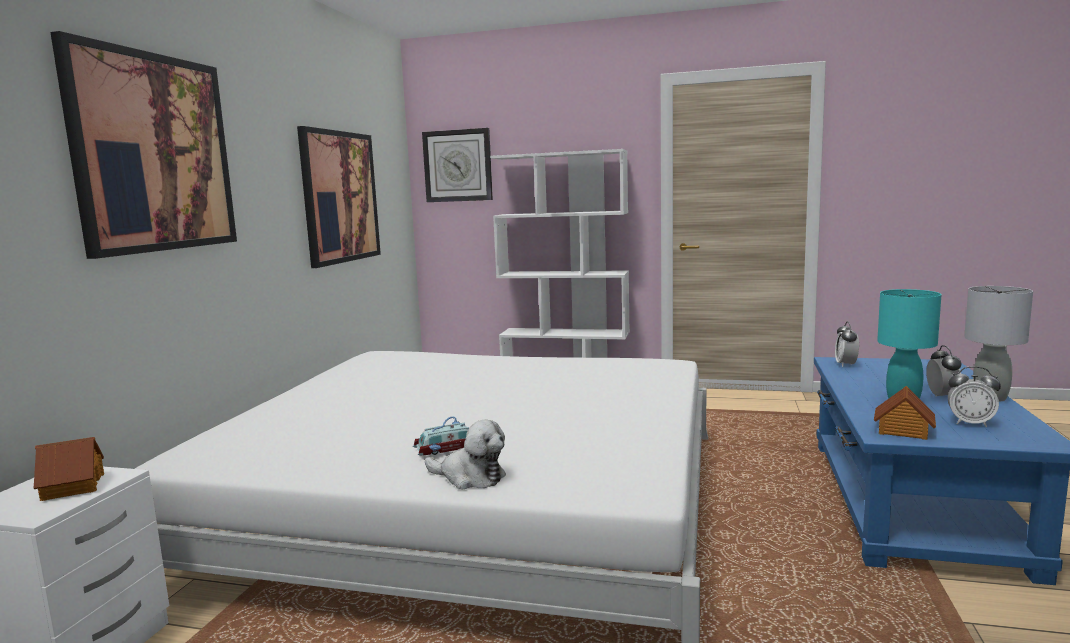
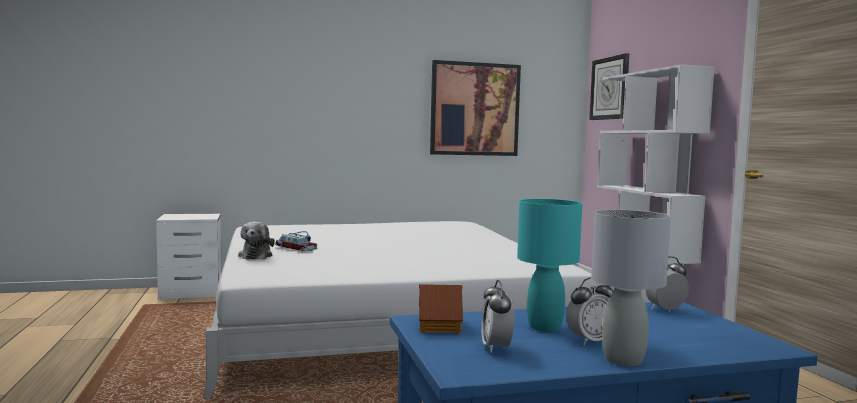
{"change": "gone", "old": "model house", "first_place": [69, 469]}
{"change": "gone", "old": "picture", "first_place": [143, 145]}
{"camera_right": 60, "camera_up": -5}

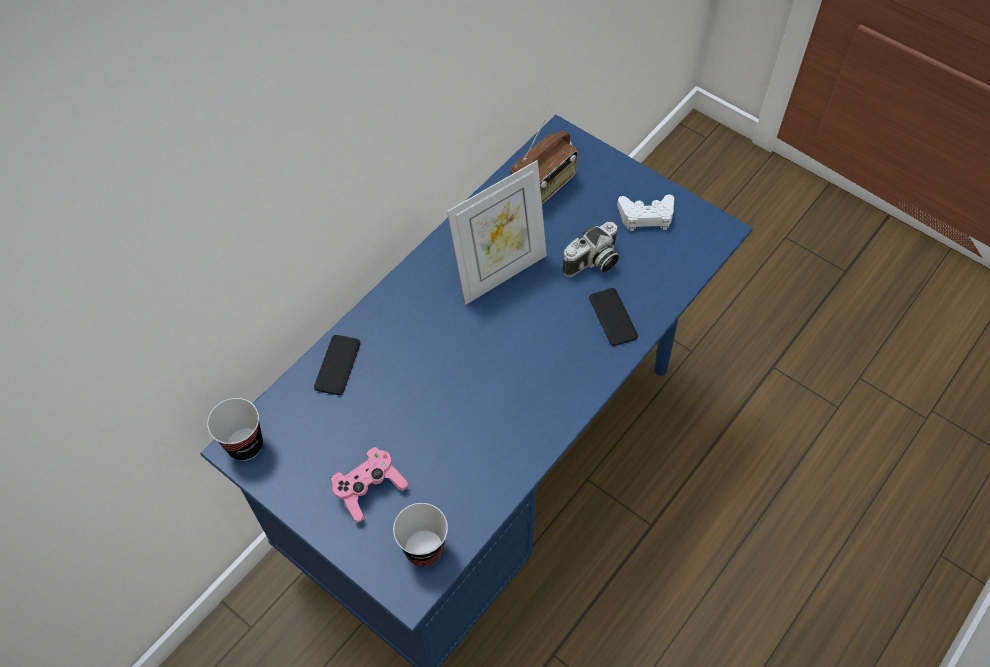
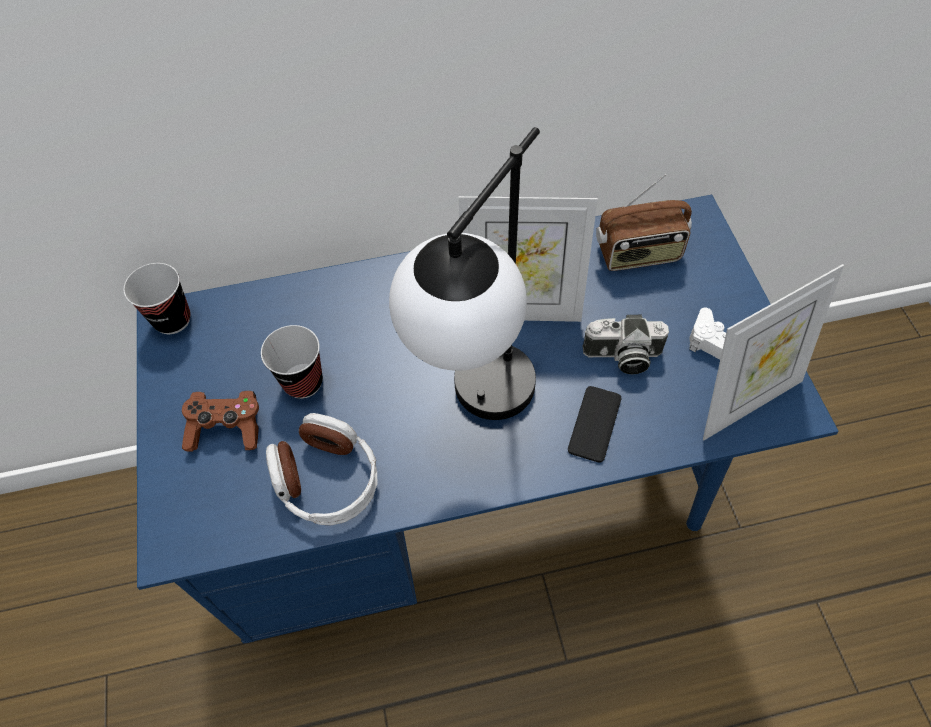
{"change": "repainted", "old": "pinkish game controller", "new": "brown game controller", "first_place": [369, 485], "second_place": [220, 421]}
{"change": "shifted", "old": "drinking cup", "first_place": [420, 535], "second_place": [292, 362]}
{"change": "new", "new": "headset", "second_place": [321, 469]}
{"change": "new", "new": "tabletop lamp", "second_place": [464, 273]}
{"change": "new", "new": "standing frame", "second_place": [773, 352]}
{"change": "gone", "old": "telephone", "first_place": [337, 365]}
{"camera_right": 40, "camera_up": 0}

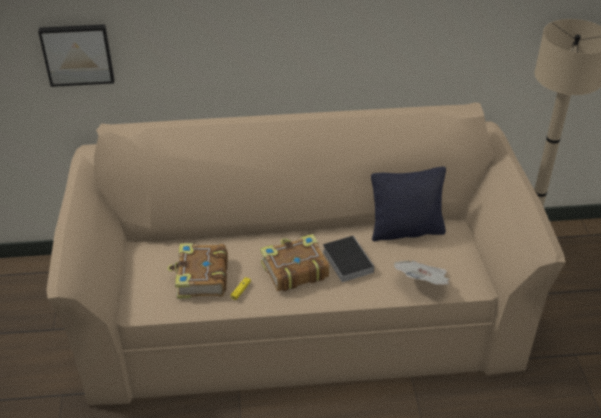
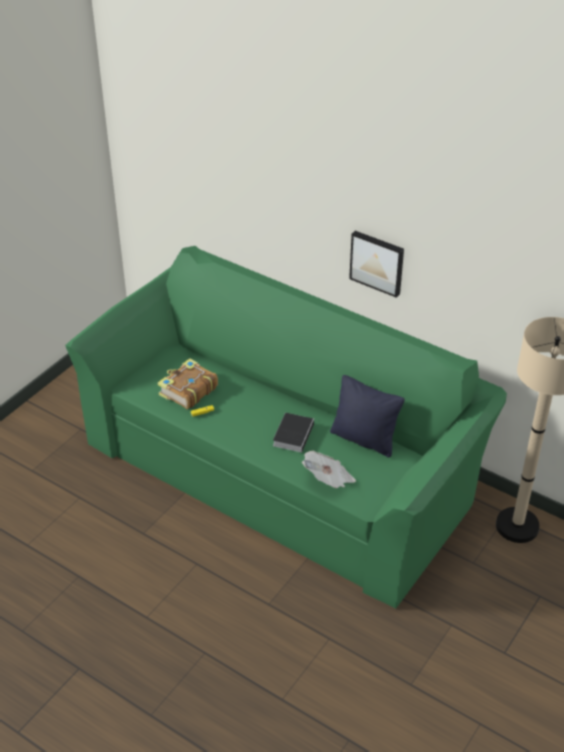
{"change": "repainted", "old": "beige settee", "new": "green-coloured settee", "first_place": [306, 253], "second_place": [286, 427]}
{"change": "shifted", "old": "picture", "first_place": [76, 55], "second_place": [376, 264]}
{"change": "gone", "old": "volume", "first_place": [294, 262]}
{"camera_right": 40, "camera_up": 0}

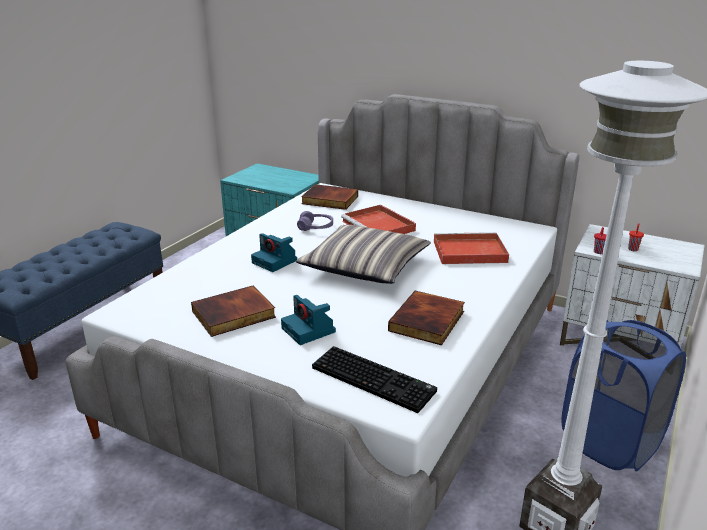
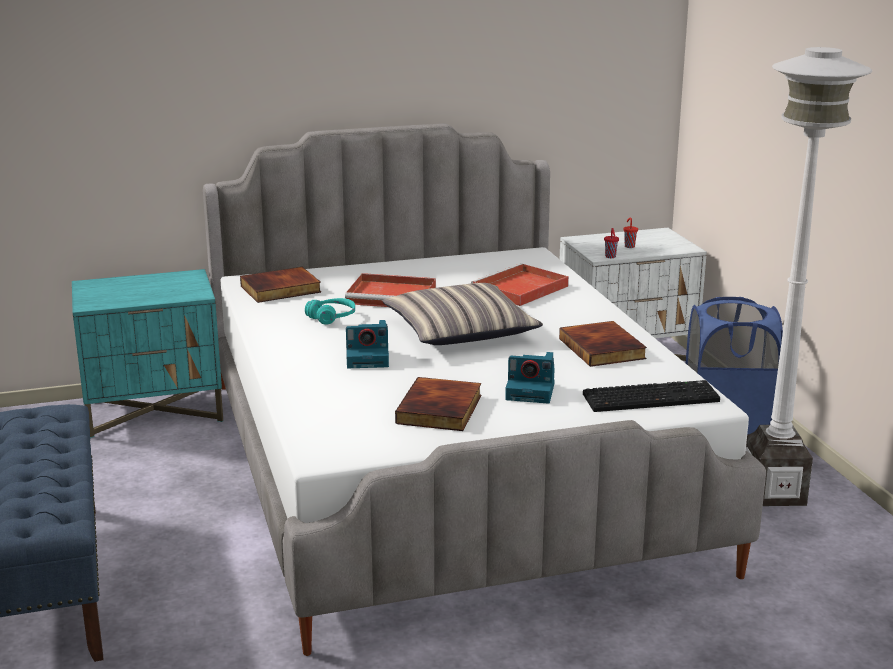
{"change": "repainted", "old": "purple-coloured headset", "new": "turquoise-coloured headset", "first_place": [315, 221], "second_place": [330, 311]}
{"camera_right": -45, "camera_up": -5}

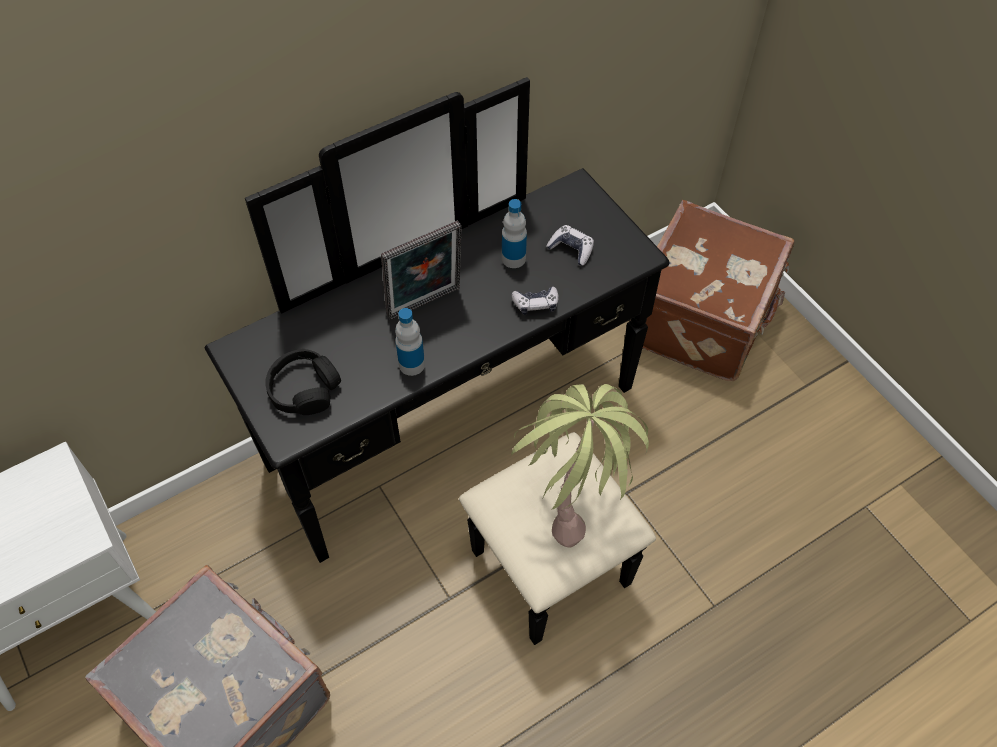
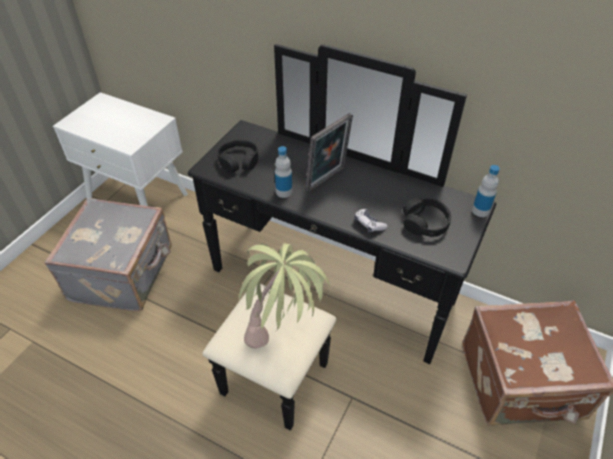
{"change": "rotated", "old": "standing frame", "first_place": [421, 270], "second_place": [329, 152], "degrees": -75}
{"change": "swapped", "old": "game controller", "new": "blackish headset", "first_place": [570, 245], "second_place": [427, 217]}
{"change": "shifted", "old": "bottle", "first_place": [514, 233], "second_place": [486, 191]}
{"camera_right": 60, "camera_up": -10}

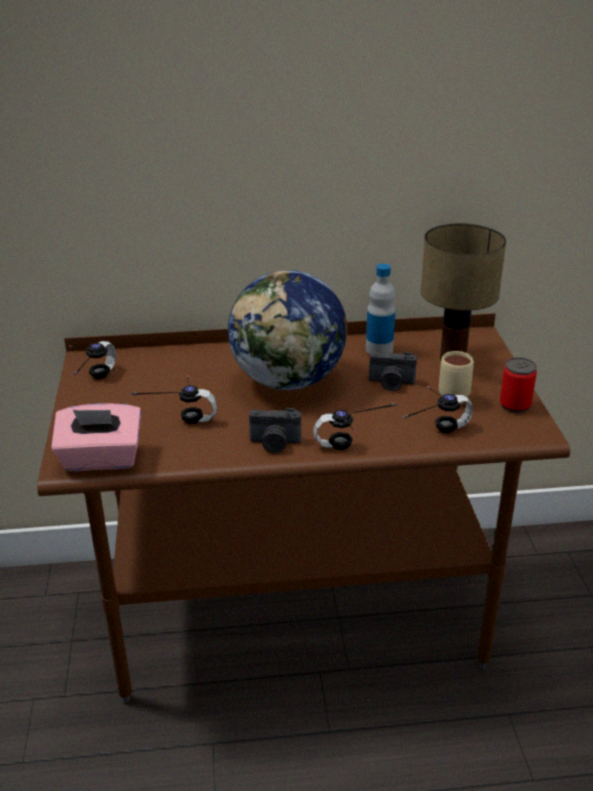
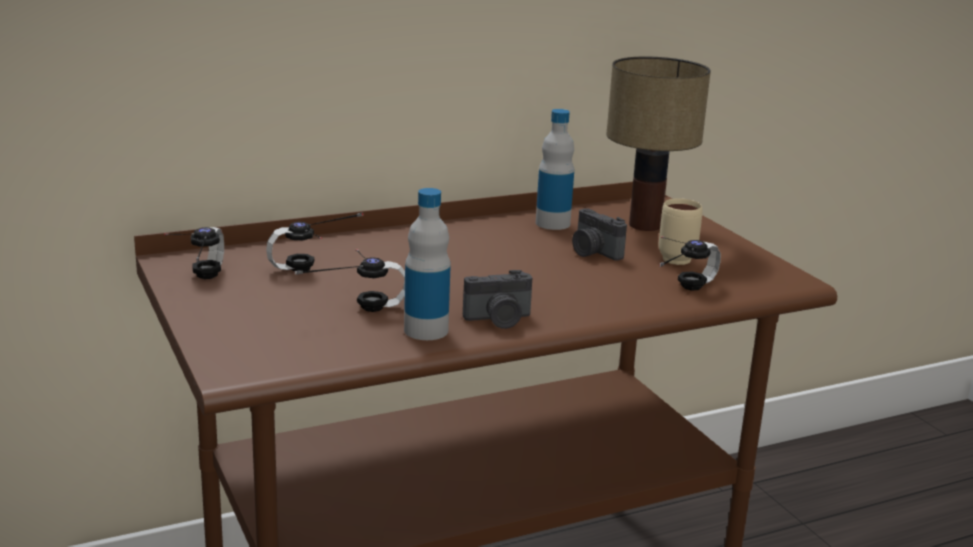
{"change": "shifted", "old": "headset", "first_place": [355, 426], "second_place": [314, 242]}
{"change": "new", "new": "bottle", "second_place": [427, 264]}
{"change": "rotated", "old": "still camera", "first_place": [393, 371], "second_place": [599, 234], "degrees": 60}
{"change": "gone", "old": "pinkish tissue holder", "first_place": [96, 437]}
{"change": "gone", "old": "globe", "first_place": [287, 330]}
{"change": "gone", "old": "can", "first_place": [518, 385]}
{"camera_right": -20, "camera_up": -10}

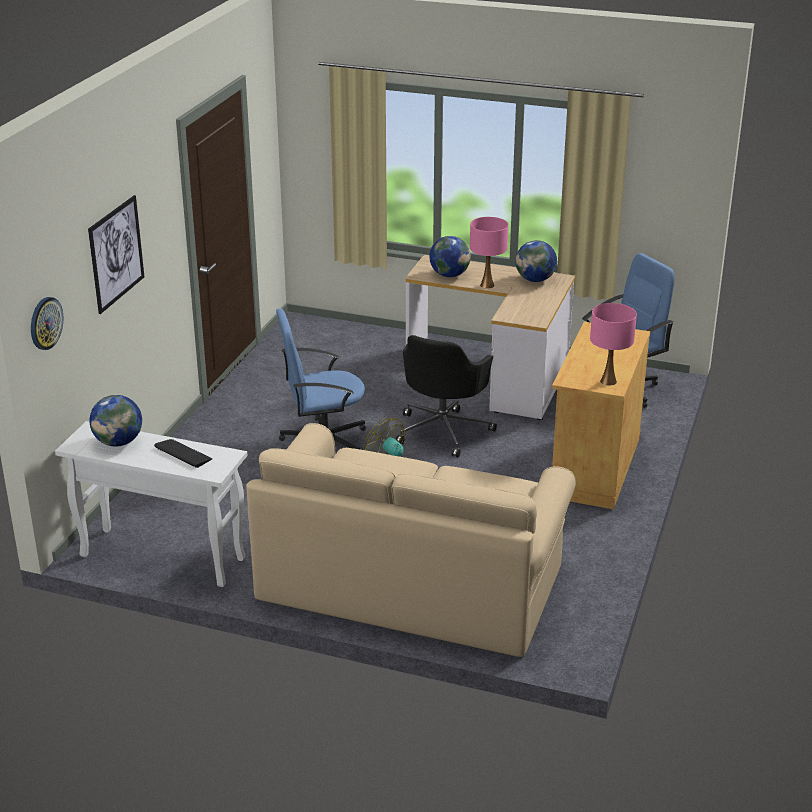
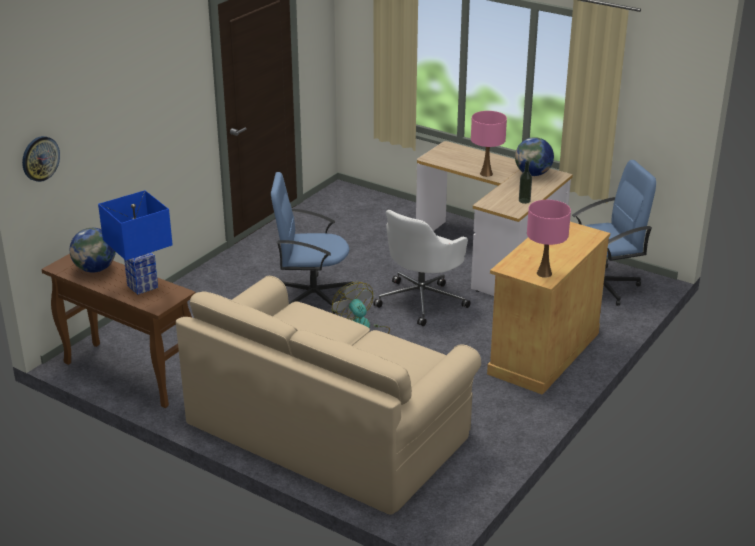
{"change": "repainted", "old": "white-coloured hall table", "new": "brown hall table", "first_place": [151, 504], "second_place": [118, 331]}
{"change": "swapped", "old": "computer keyboard", "new": "blue-coloured tabletop lamp", "first_place": [183, 453], "second_place": [135, 242]}
{"change": "repainted", "old": "blackish office chair", "new": "white-coloured office chair", "first_place": [446, 396], "second_place": [422, 268]}
{"change": "new", "new": "bottle", "second_place": [525, 182]}
{"change": "gone", "old": "picture", "first_place": [116, 254]}
{"change": "gone", "old": "globe", "first_place": [450, 256]}
{"camera_right": 15, "camera_up": 0}

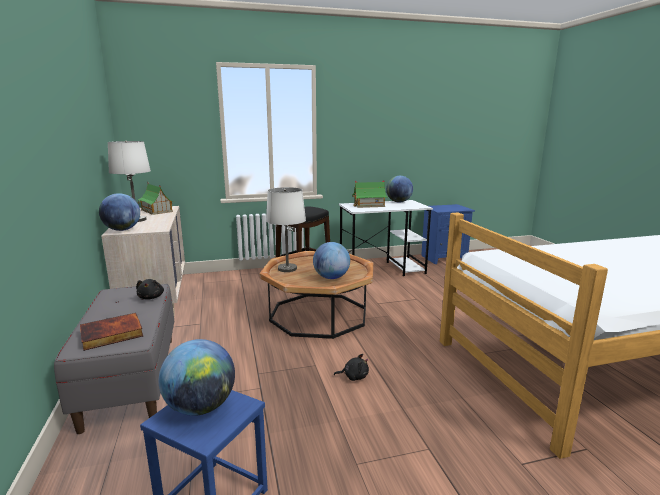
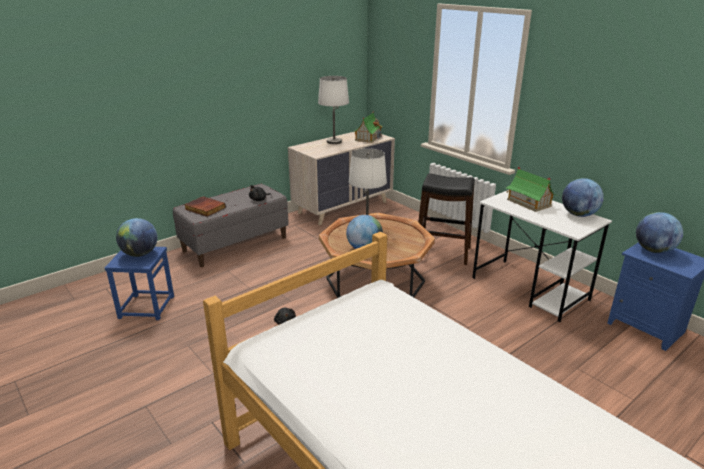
{"change": "shifted", "old": "globe", "first_place": [119, 212], "second_place": [659, 232]}
{"camera_right": 65, "camera_up": 10}

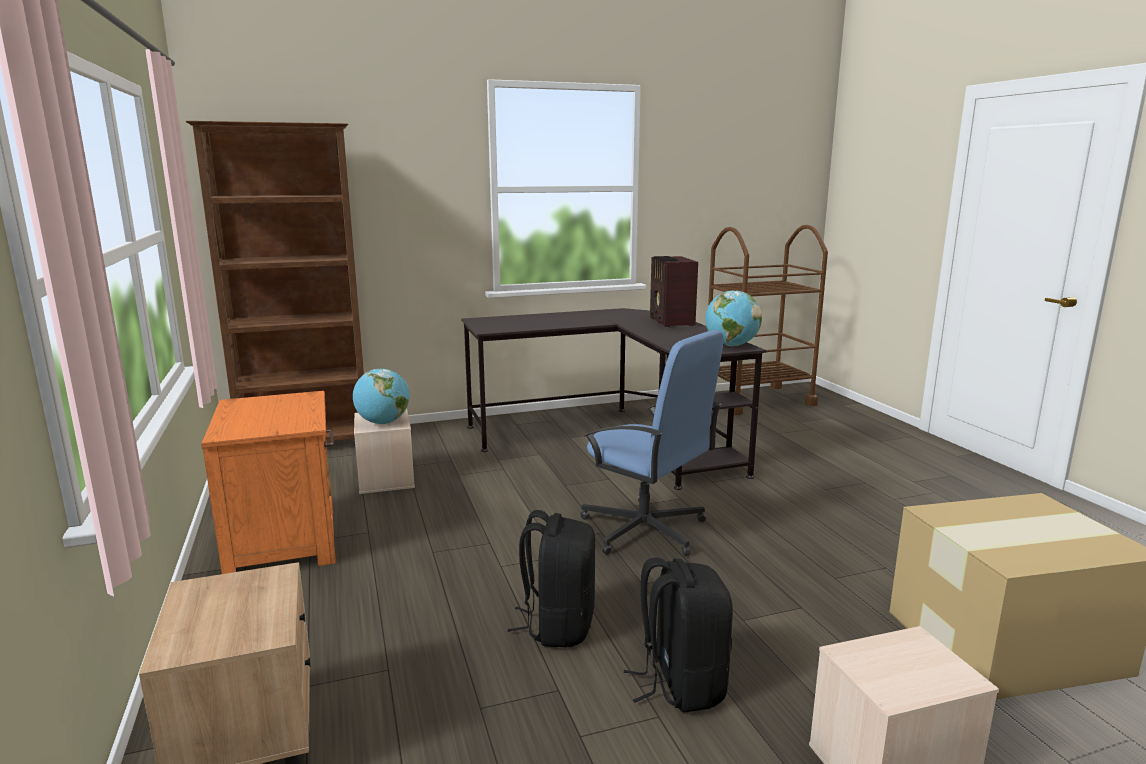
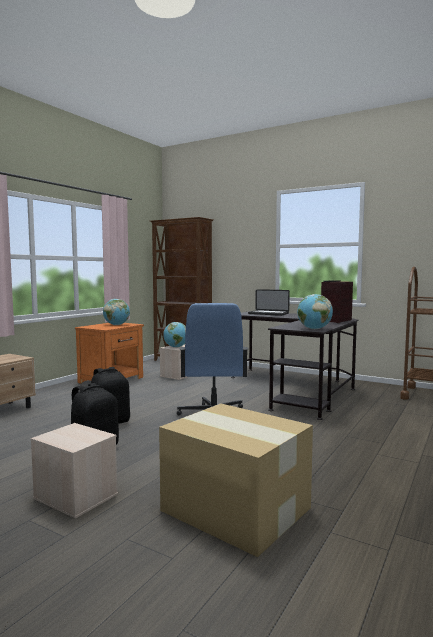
{"change": "new", "new": "globe", "second_place": [116, 312]}
{"change": "new", "new": "laptop", "second_place": [269, 302]}
{"camera_right": 50, "camera_up": -10}

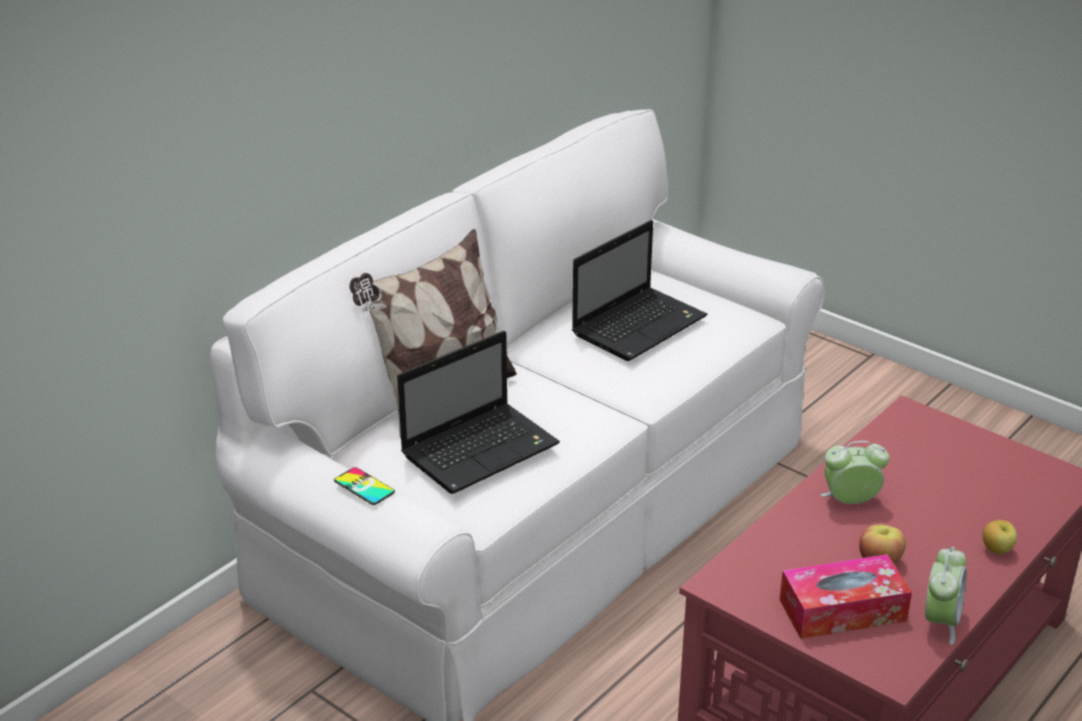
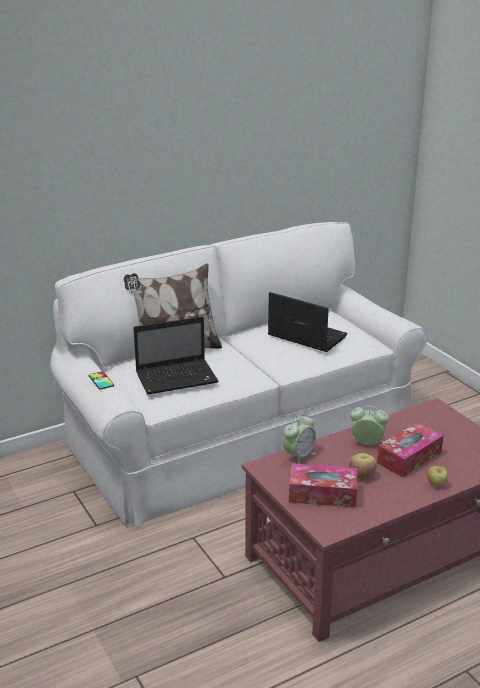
{"change": "rotated", "old": "laptop", "first_place": [639, 290], "second_place": [307, 322], "degrees": -120}
{"change": "shifted", "old": "table clock", "first_place": [946, 596], "second_place": [299, 439]}
{"change": "new", "new": "tissue holder", "second_place": [410, 449]}
{"camera_right": 20, "camera_up": -5}

